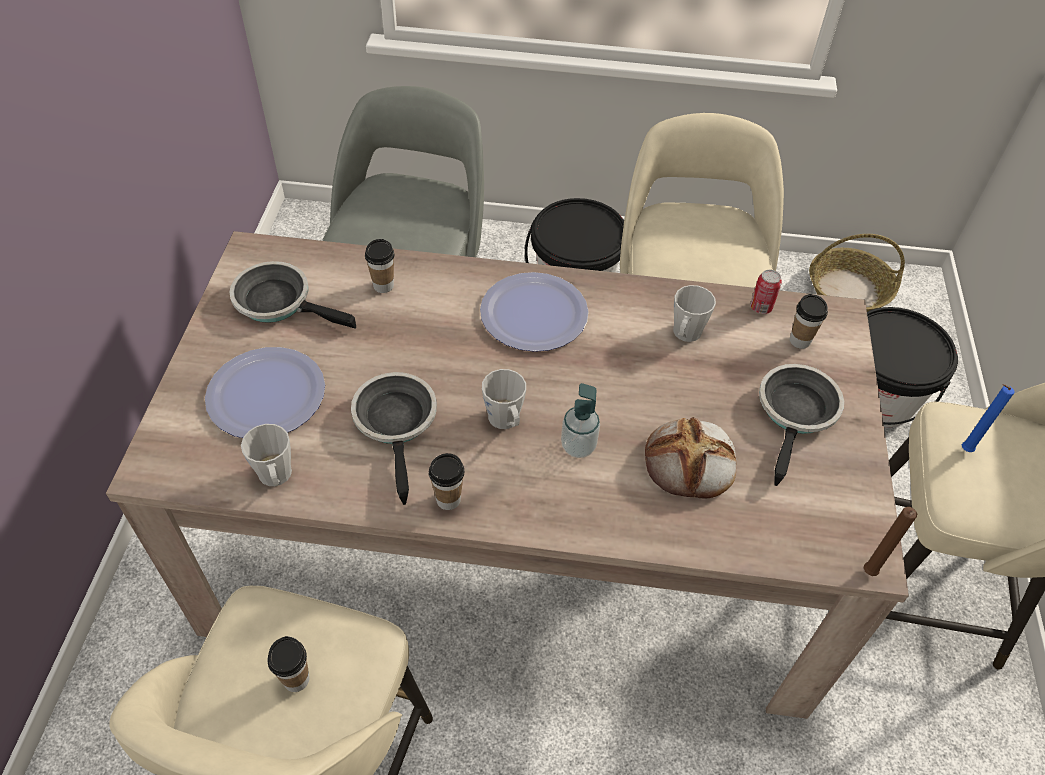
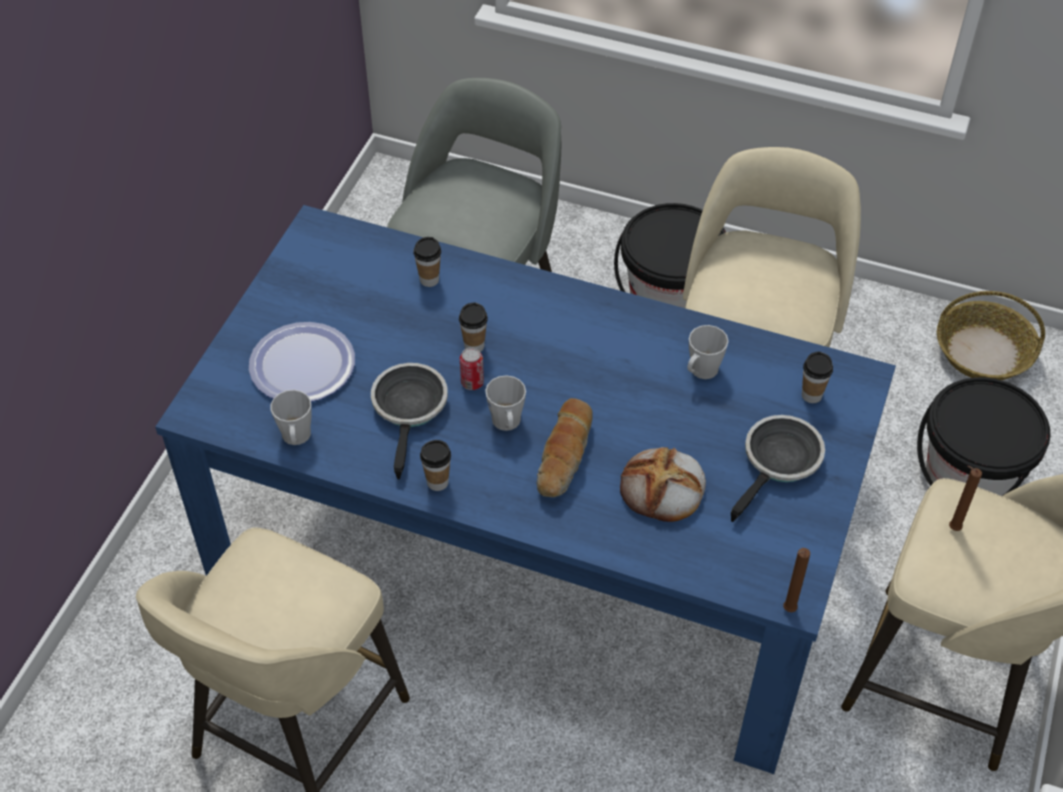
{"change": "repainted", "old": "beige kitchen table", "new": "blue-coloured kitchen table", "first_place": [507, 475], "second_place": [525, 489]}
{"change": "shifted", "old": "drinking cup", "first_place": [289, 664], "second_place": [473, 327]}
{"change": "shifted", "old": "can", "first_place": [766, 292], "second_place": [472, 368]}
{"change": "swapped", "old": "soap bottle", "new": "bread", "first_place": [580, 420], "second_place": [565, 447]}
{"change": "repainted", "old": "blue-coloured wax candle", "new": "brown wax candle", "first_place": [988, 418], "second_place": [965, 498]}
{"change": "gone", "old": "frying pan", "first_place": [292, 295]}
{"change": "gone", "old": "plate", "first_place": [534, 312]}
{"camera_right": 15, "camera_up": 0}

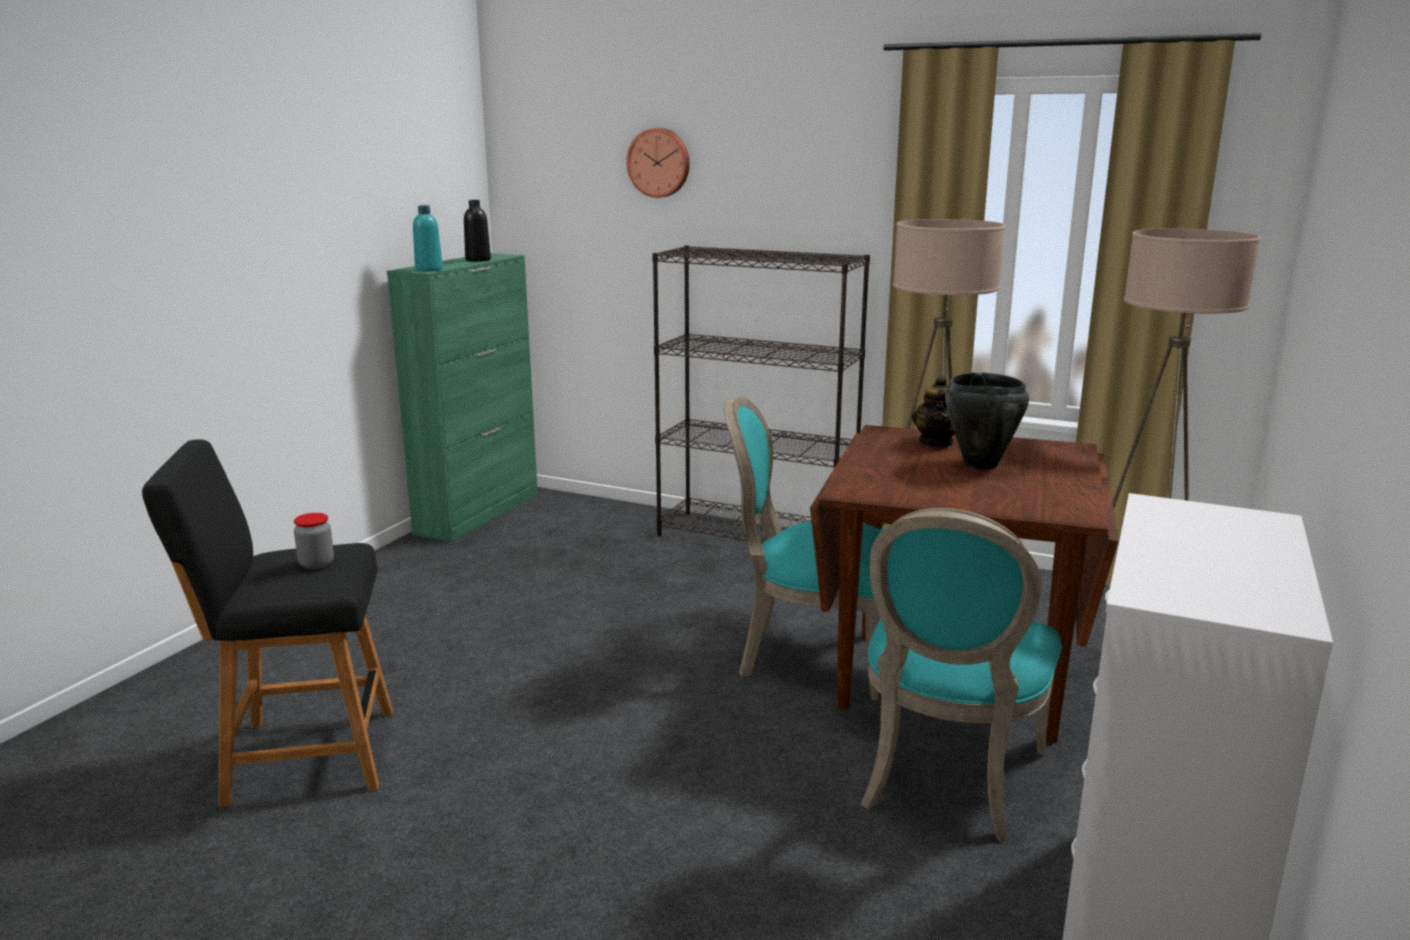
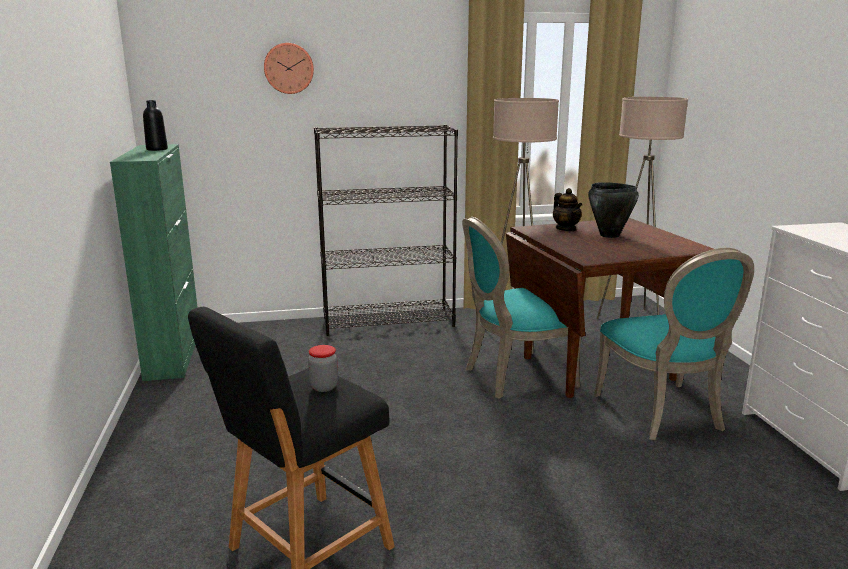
{"change": "gone", "old": "turquoise-coloured bottle", "first_place": [428, 238]}
{"camera_right": -35, "camera_up": 0}

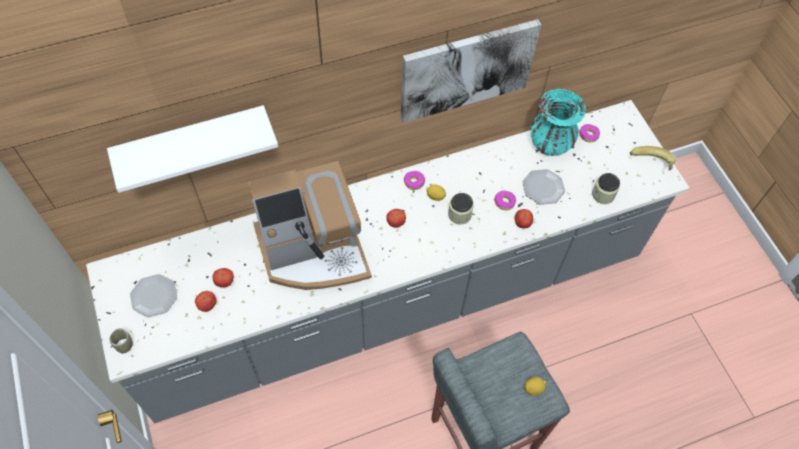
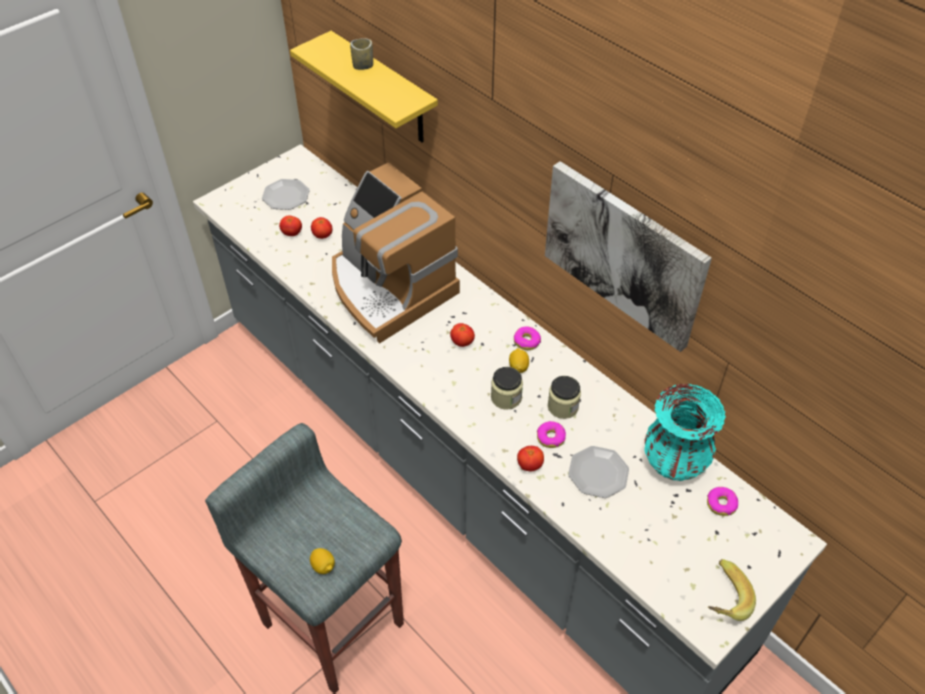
{"change": "repainted", "old": "white-coloured shelf", "new": "yellow-coloured shelf", "first_place": [192, 149], "second_place": [364, 86]}
{"change": "shifted", "old": "drinking cup", "first_place": [121, 340], "second_place": [361, 54]}
{"change": "shifted", "old": "jar", "first_place": [606, 188], "second_place": [564, 397]}
{"camera_right": 70, "camera_up": -10}

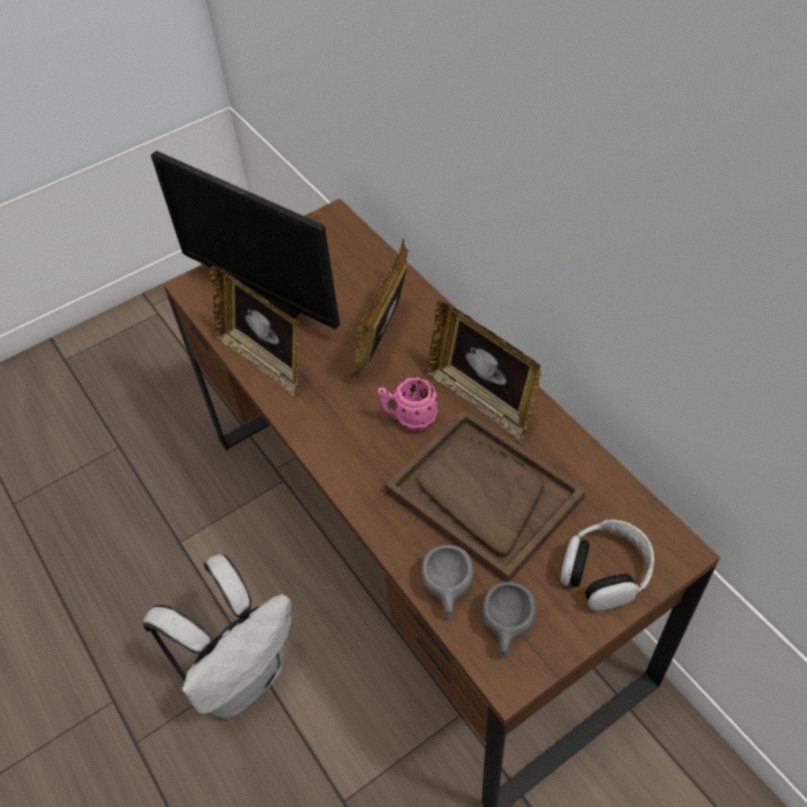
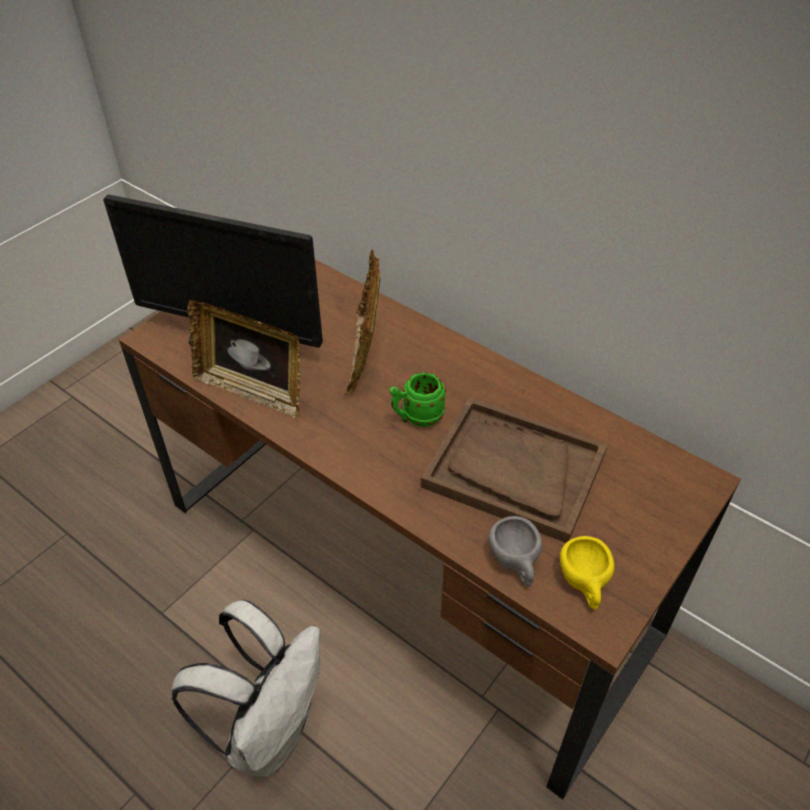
{"change": "repainted", "old": "pinkish mug", "new": "green-coloured mug", "first_place": [408, 404], "second_place": [417, 399]}
{"change": "repainted", "old": "greyish drinking cup", "new": "yellow-coloured drinking cup", "first_place": [510, 620], "second_place": [587, 573]}
{"change": "gone", "old": "standing frame", "first_place": [484, 372]}
{"change": "gone", "old": "headset", "first_place": [607, 565]}
{"camera_right": -20, "camera_up": -5}

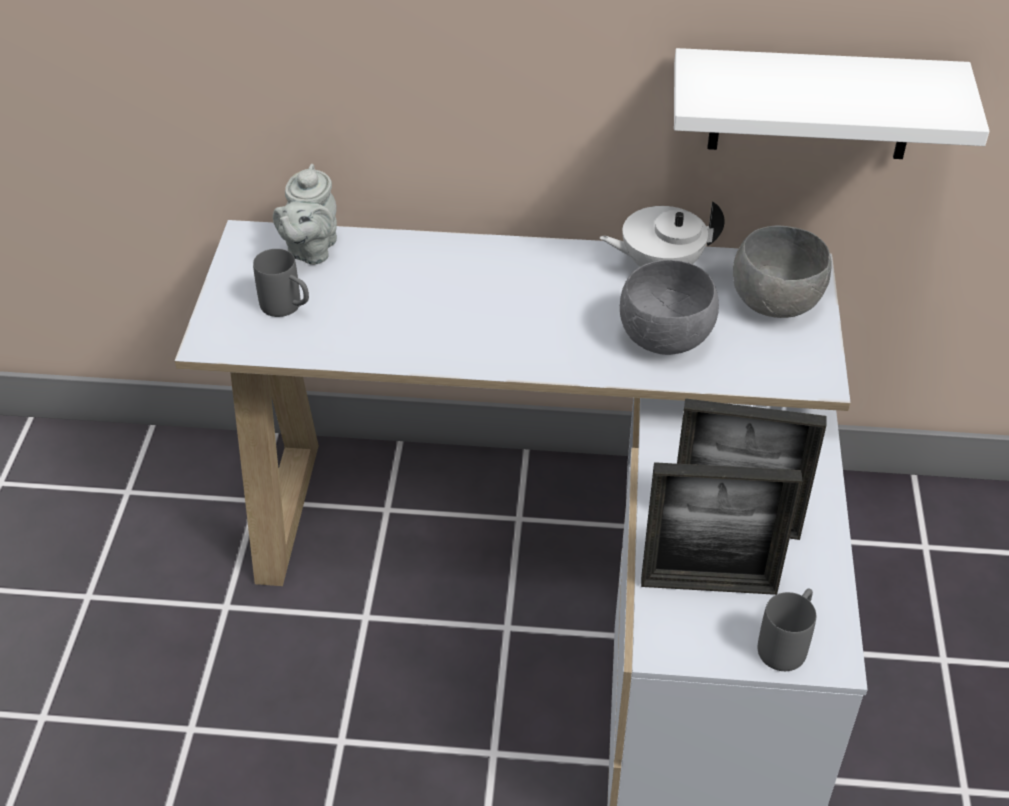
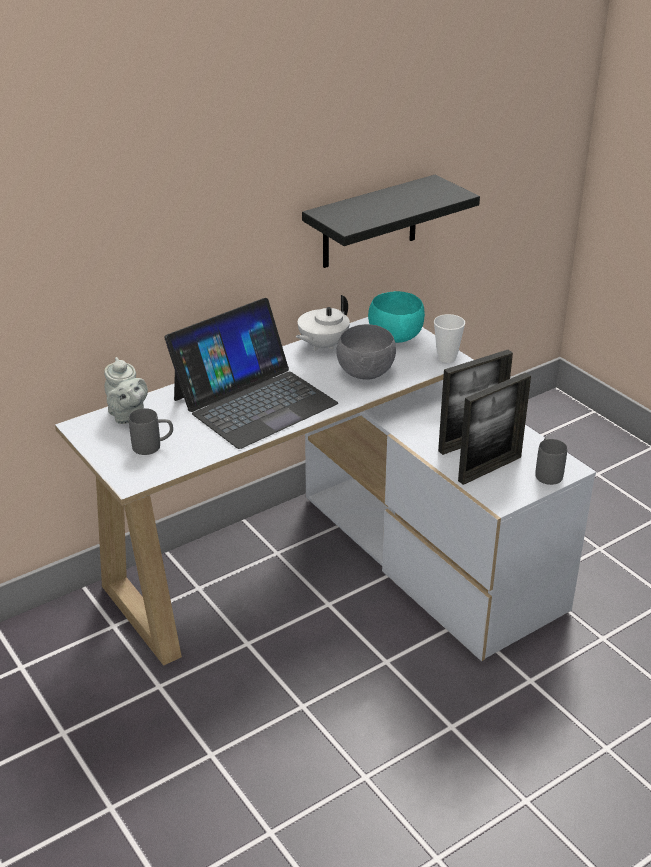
{"change": "new", "new": "laptop", "second_place": [251, 373]}
{"change": "repainted", "old": "white-coloured shelf", "new": "blackish shelf", "first_place": [831, 103], "second_place": [391, 221]}
{"change": "repainted", "old": "greyish deep dish", "new": "turquoise-coloured deep dish", "first_place": [782, 272], "second_place": [396, 317]}
{"change": "new", "new": "drinking cup", "second_place": [449, 338]}
{"camera_right": -40, "camera_up": -10}

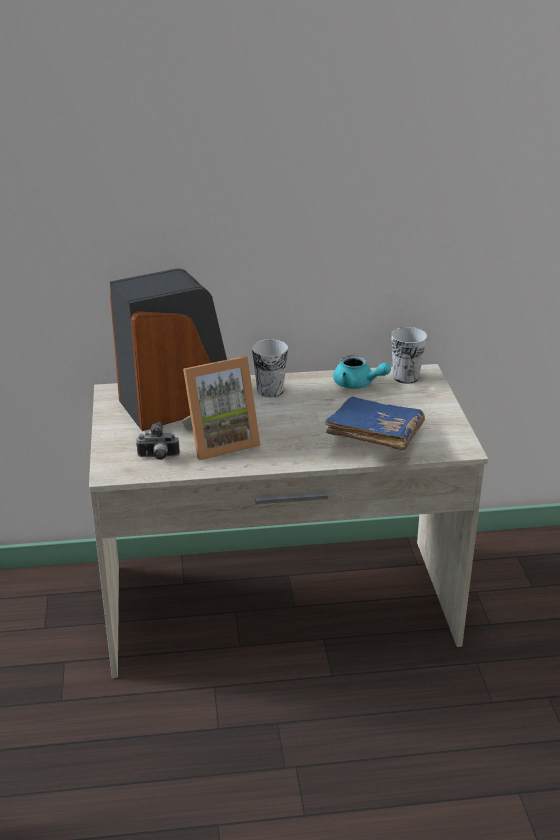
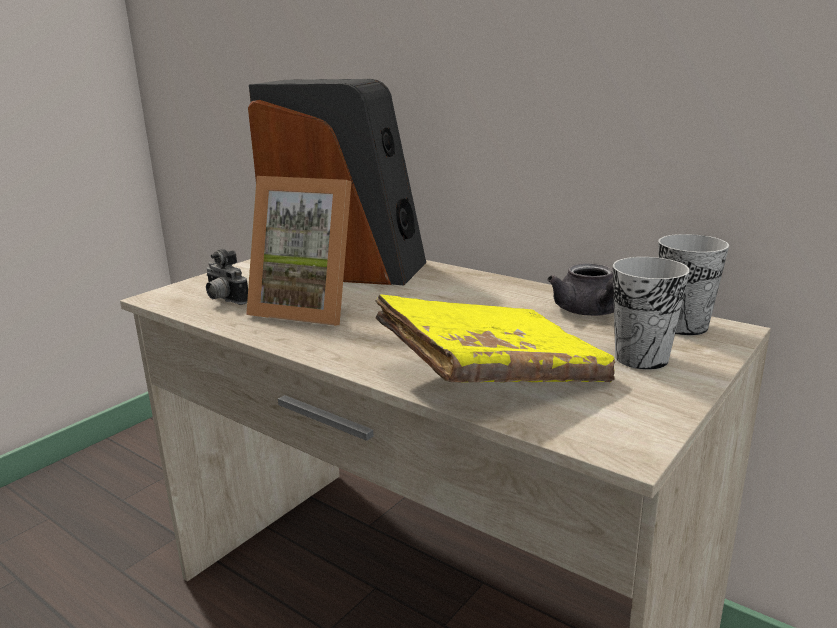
{"change": "repainted", "old": "blue-coloured volume", "new": "yellow-coloured volume", "first_place": [375, 423], "second_place": [495, 338]}
{"change": "repainted", "old": "turquoise-coloured teapot", "new": "greyish teapot", "first_place": [362, 372], "second_place": [581, 289]}
{"change": "shifted", "old": "drinking cup", "first_place": [270, 368], "second_place": [651, 313]}
{"camera_right": 45, "camera_up": -10}

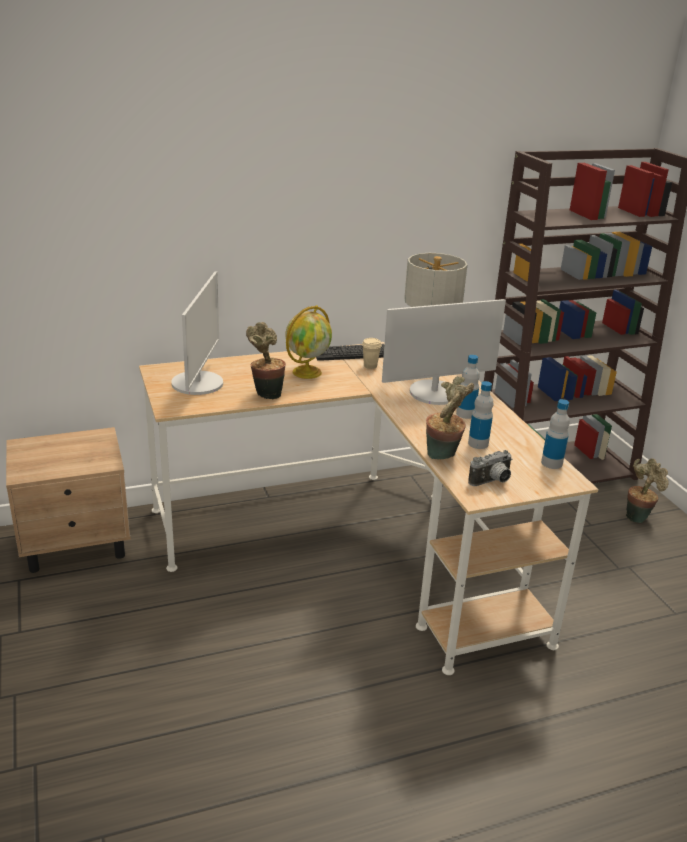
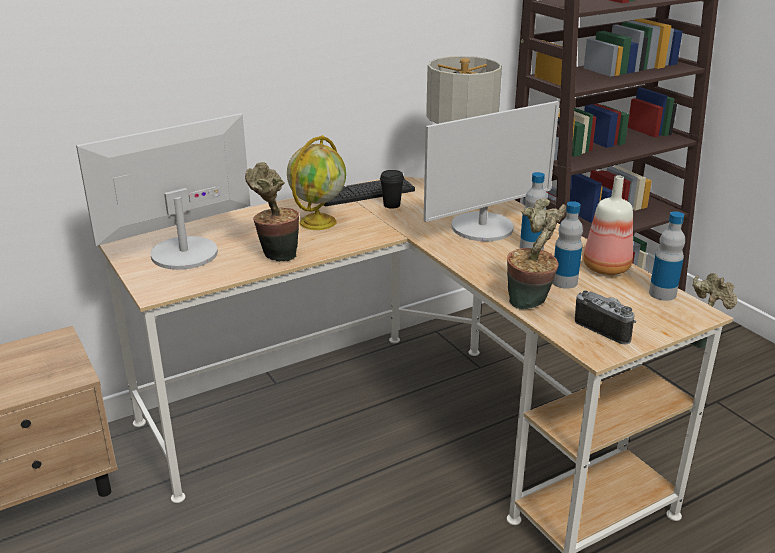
{"change": "rotated", "old": "computer screen", "first_place": [197, 333], "second_place": [163, 191], "degrees": -120}
{"change": "repainted", "old": "beige drinking cup", "new": "blackish drinking cup", "first_place": [372, 353], "second_place": [392, 189]}
{"change": "rotated", "old": "still camera", "first_place": [490, 468], "second_place": [605, 317], "degrees": -90}
{"change": "new", "new": "bottle", "second_place": [608, 225]}
{"camera_right": -10, "camera_up": 0}

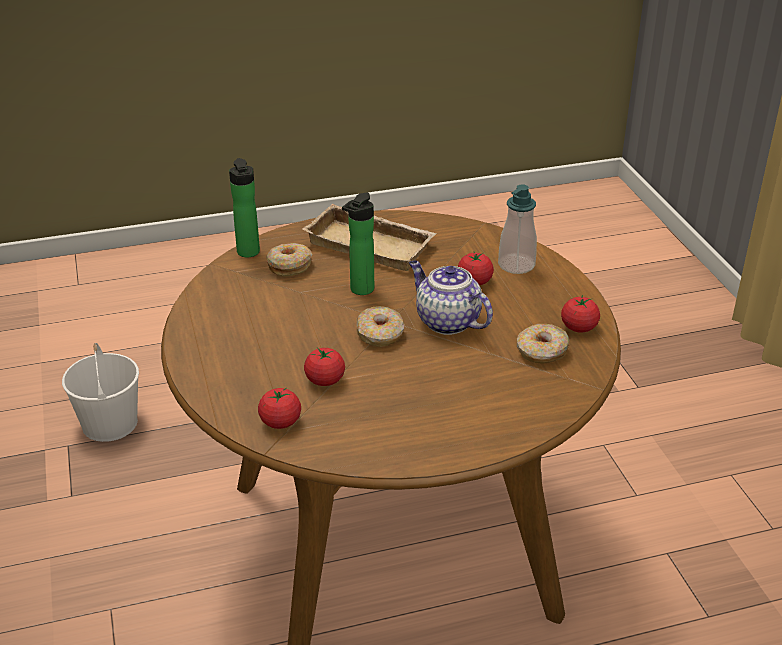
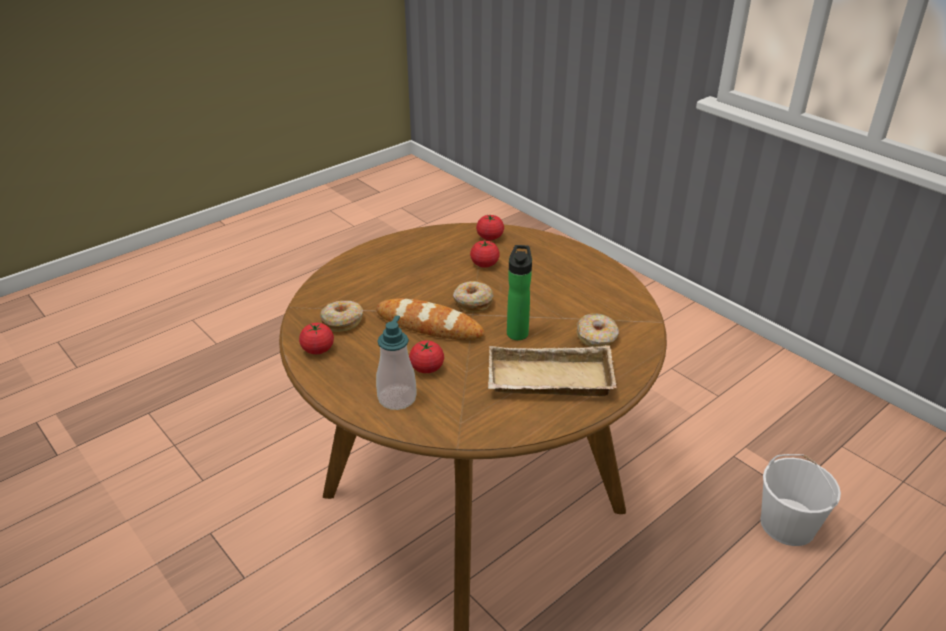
{"change": "swapped", "old": "teapot", "new": "bread", "first_place": [451, 297], "second_place": [430, 319]}
{"change": "gone", "old": "bottle", "first_place": [244, 207]}
{"camera_right": 155, "camera_up": 0}

